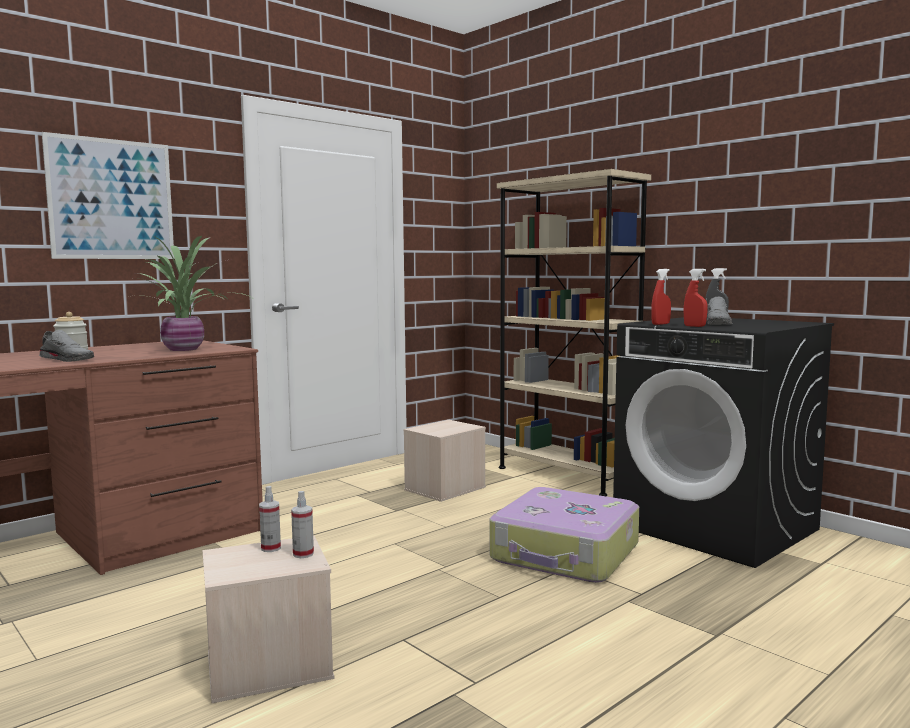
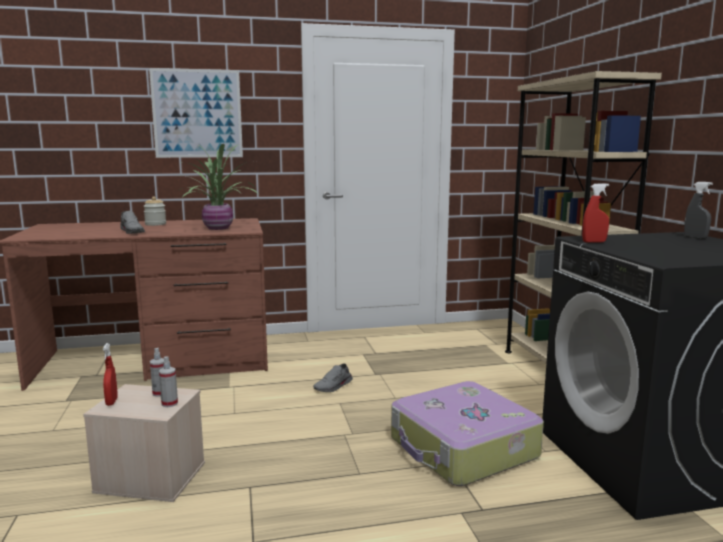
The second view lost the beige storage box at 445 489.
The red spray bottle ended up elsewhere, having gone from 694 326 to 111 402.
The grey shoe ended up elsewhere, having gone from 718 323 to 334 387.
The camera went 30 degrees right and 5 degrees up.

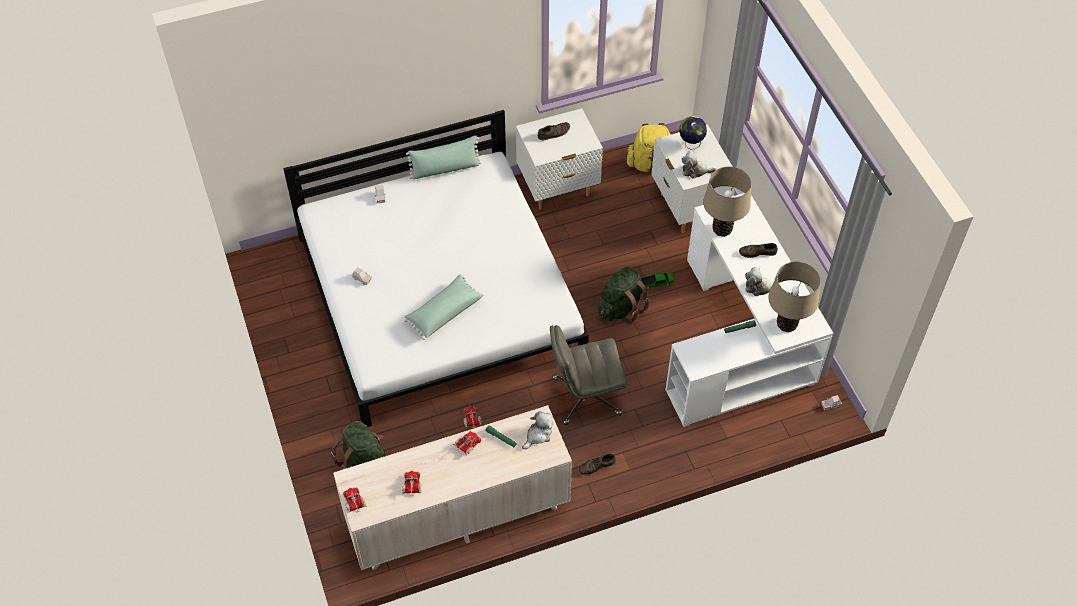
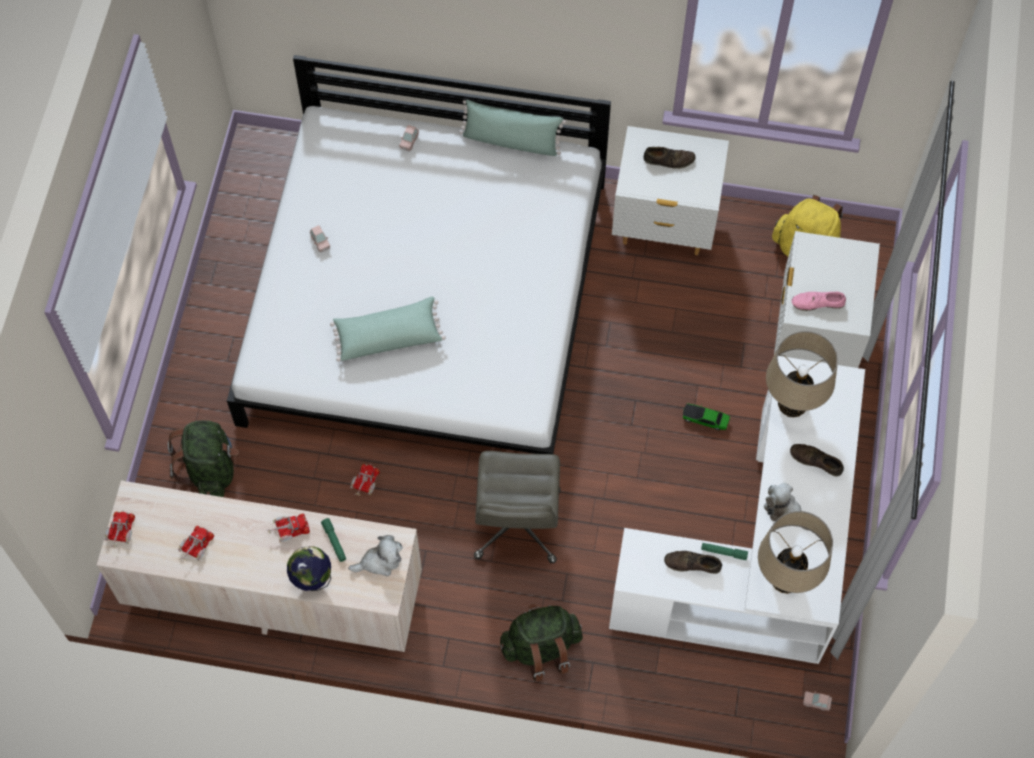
The grey office chair at 585 396 ended up facing another way, 105 degrees counterclockwise from before.
The brown shoe ended up elsewhere, having gone from 596 466 to 692 564.
The green backpack ended up elsewhere, having gone from 621 308 to 541 647.
The globe ended up elsewhere, having gone from 691 144 to 312 580.
Where the plush toy stood at 695 171, the pink shoe came to stand at 817 303.
The camera went 30 degrees right and 10 degrees up.

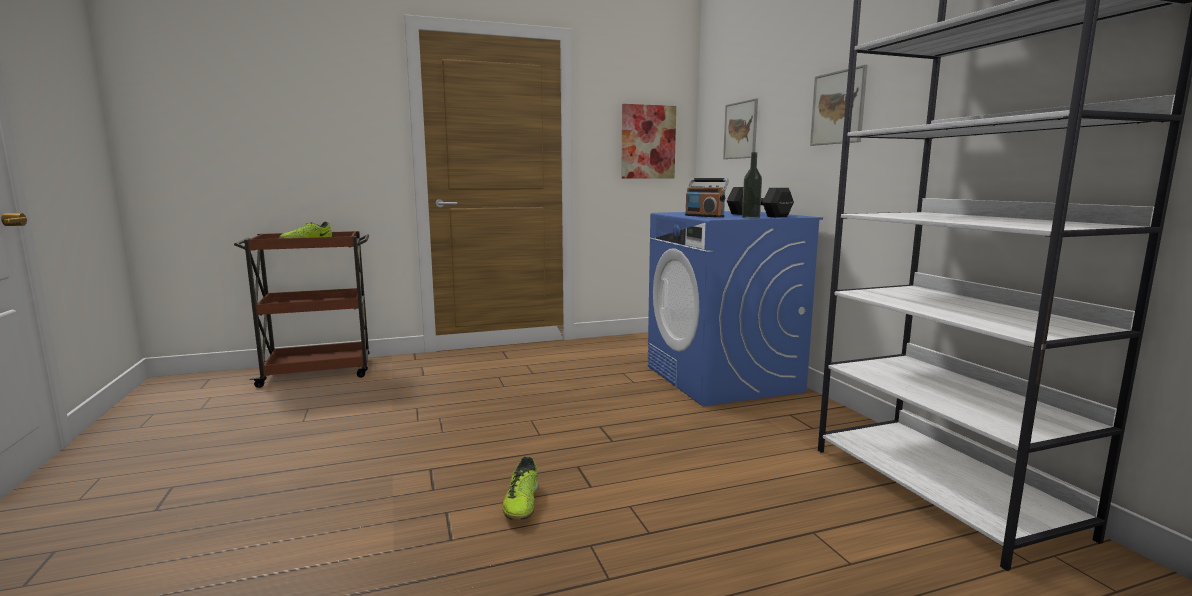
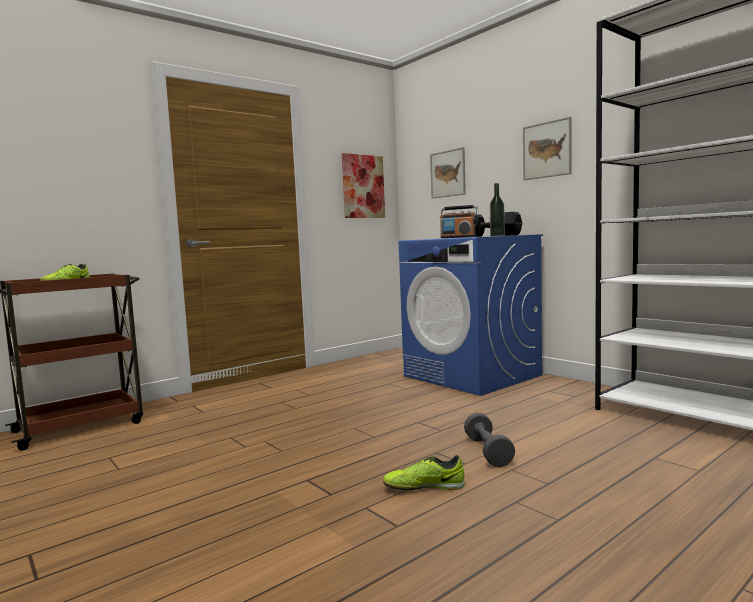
The shoe at 521 503 ended up facing another way, 105 degrees clockwise from before.
The second view gained the grey dumbbell at 488 452.
The camera went 20 degrees left and 5 degrees down.

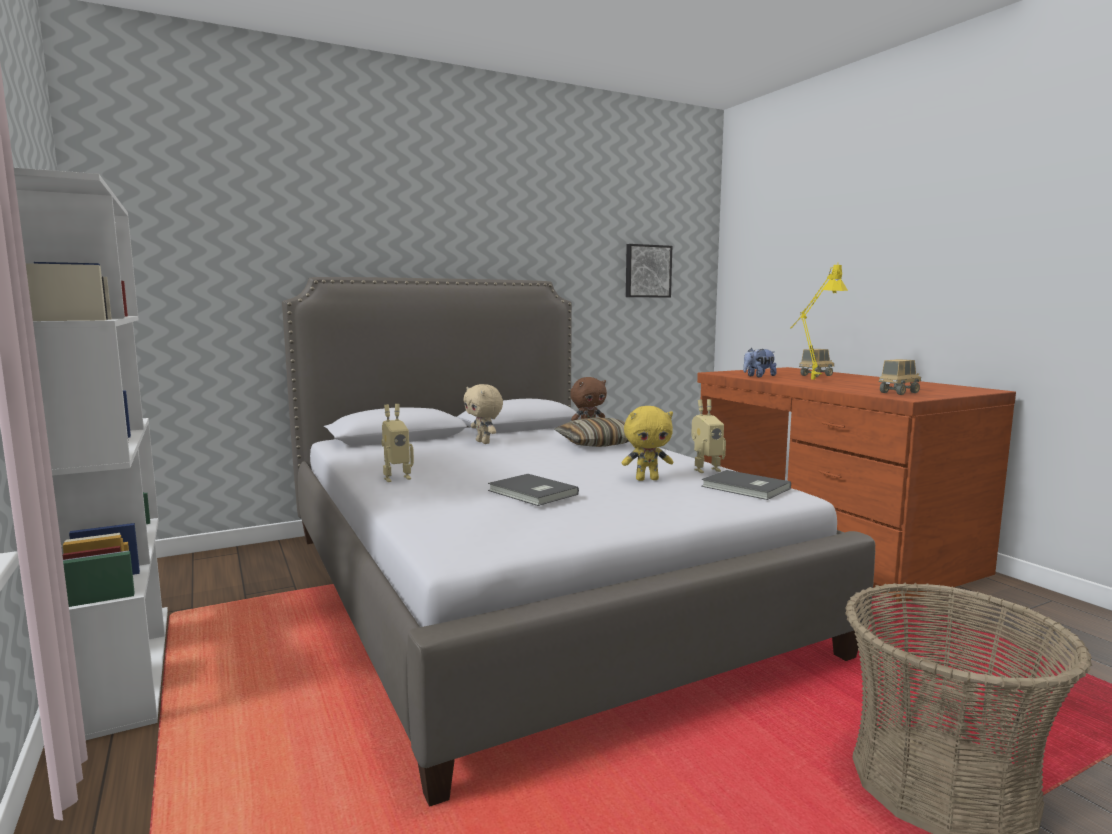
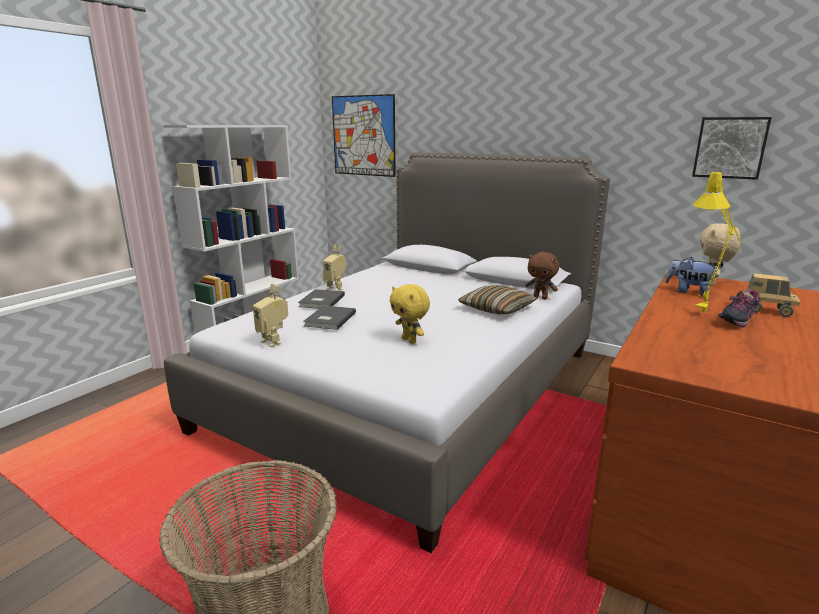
The beige plush toy ended up elsewhere, having gone from 484 442 to 711 283.
The toy robot ended up elsewhere, having gone from 705 469 to 274 341.
The grey book ended up elsewhere, having gone from 745 488 to 320 301.
The second view lost the toy truck at 899 393.
The second view gained the picture at 363 136.
The second view gained the shoe at 735 321.
The camera went 60 degrees right and 10 degrees up.

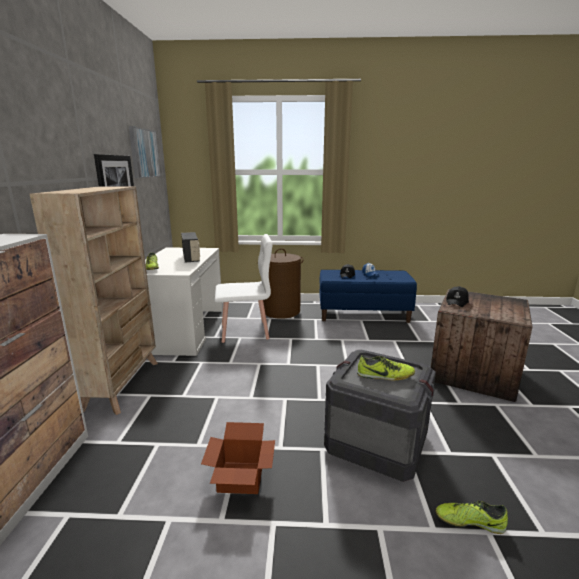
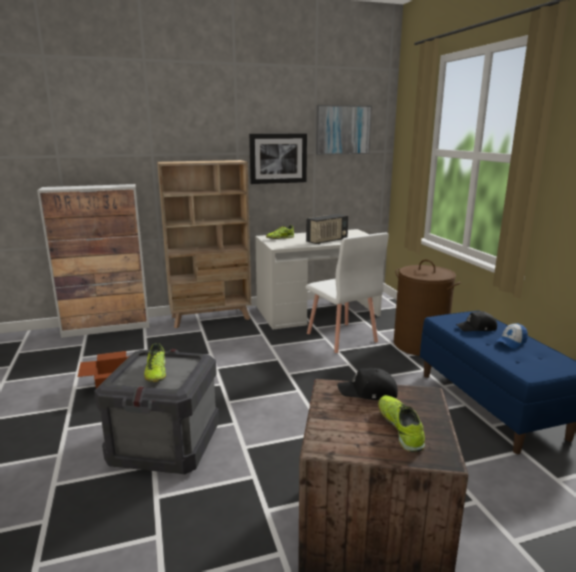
The shoe ended up elsewhere, having gone from 469 522 to 400 428.
The camera went 70 degrees right and 0 degrees up.

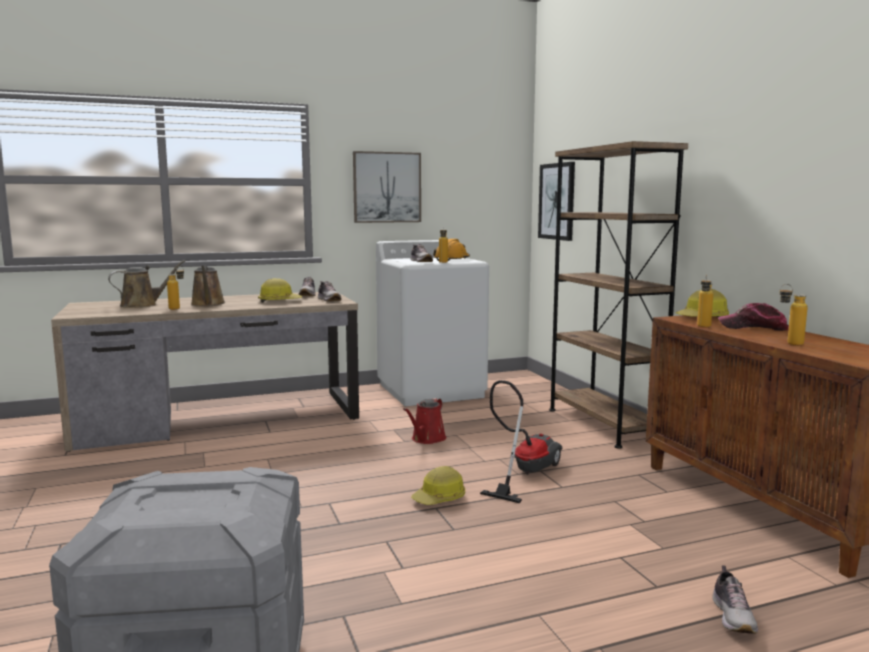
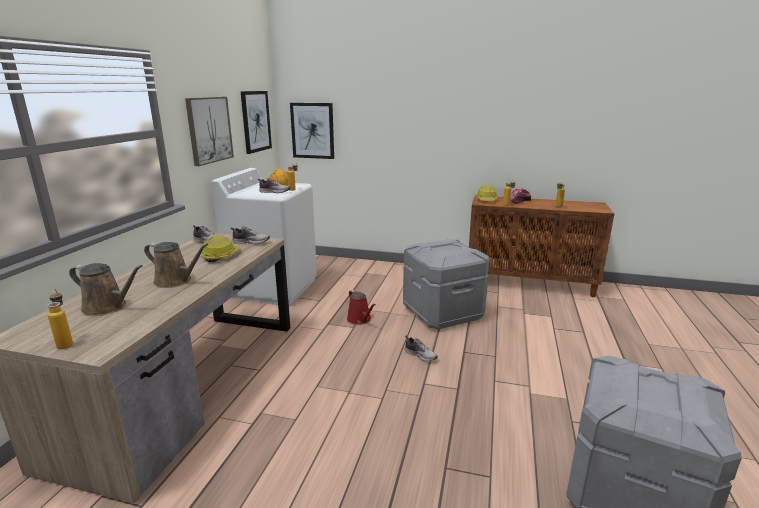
The brown watering can at 142 305 ended up facing another way, 105 degrees clockwise from before.
The bottle ended up elsewhere, having gone from 178 308 to 66 343.
The second view lost the hard hat at 440 498.
Where the vacuum cleaner stood at 524 472, the grey storage box came to stand at 442 312.
The second view lost the brown bookcase at 603 424.
The shoe ended up elsewhere, having gone from 734 617 to 420 355.
The second view gained the picture at 255 121.
The camera went 55 degrees left and 10 degrees up.

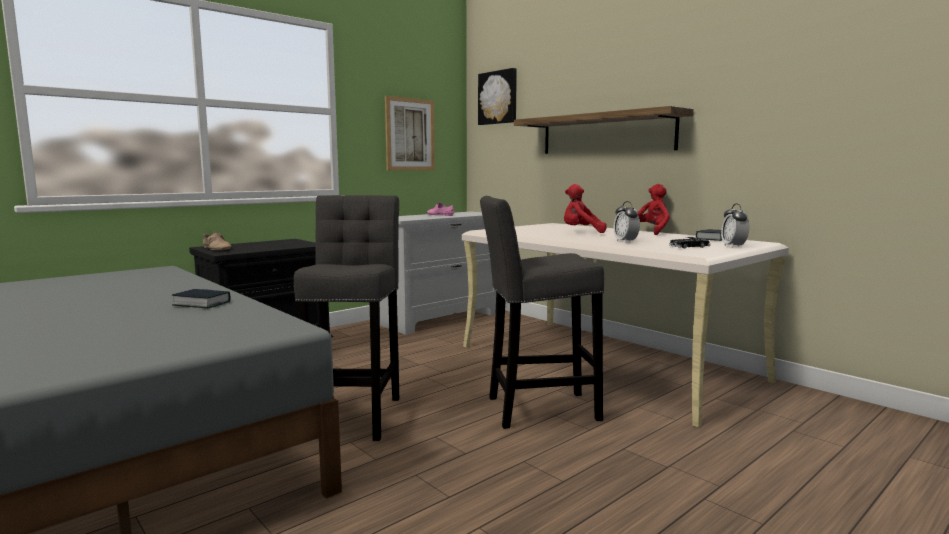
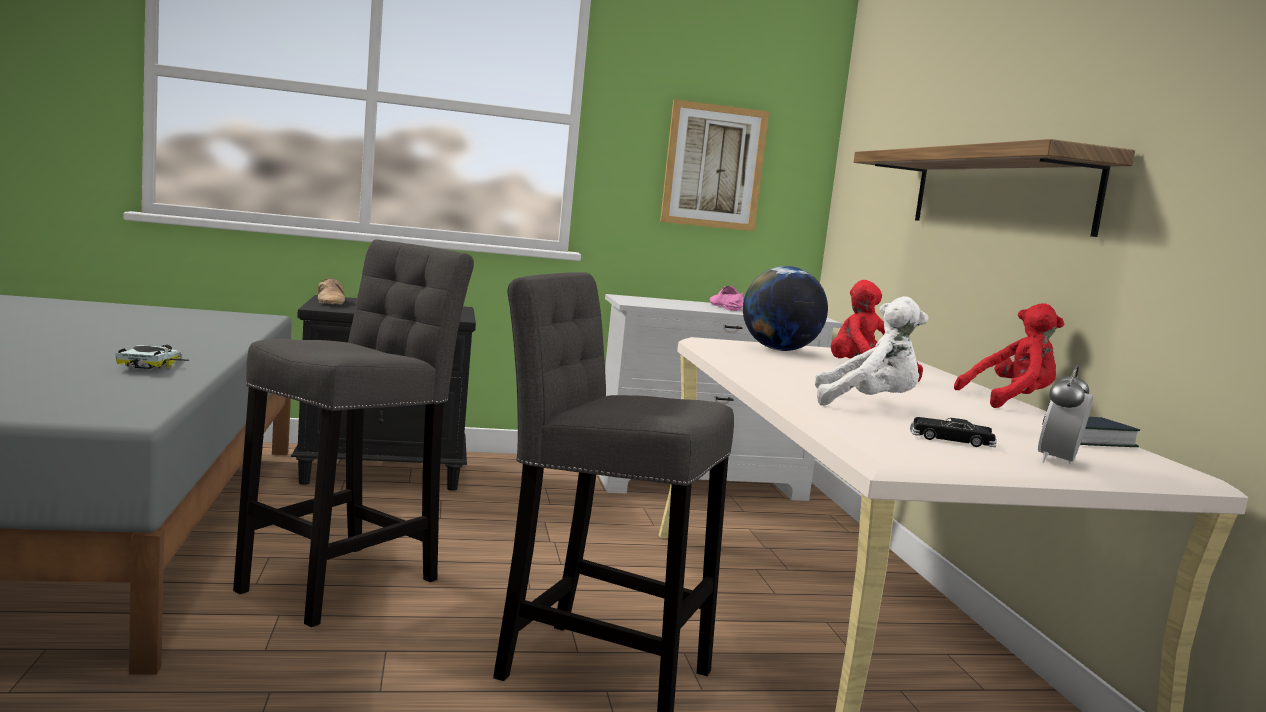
Where the book stood at 202 304, the toy car came to stand at 154 364.
The second view lost the picture at 498 97.
Where the alarm clock stood at 625 241, the white plush toy came to stand at 868 405.
The second view gained the globe at 779 350.
The camera went 30 degrees right and 0 degrees up.

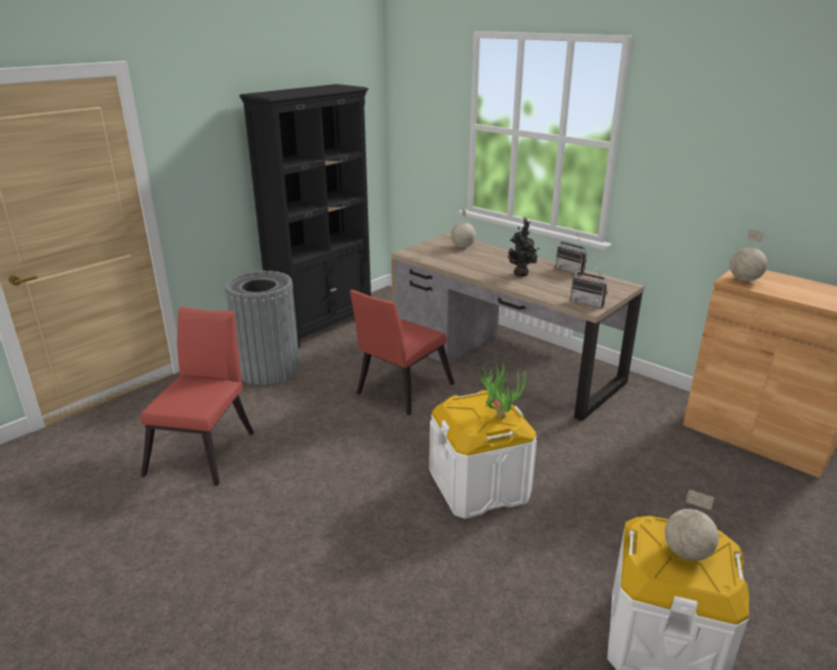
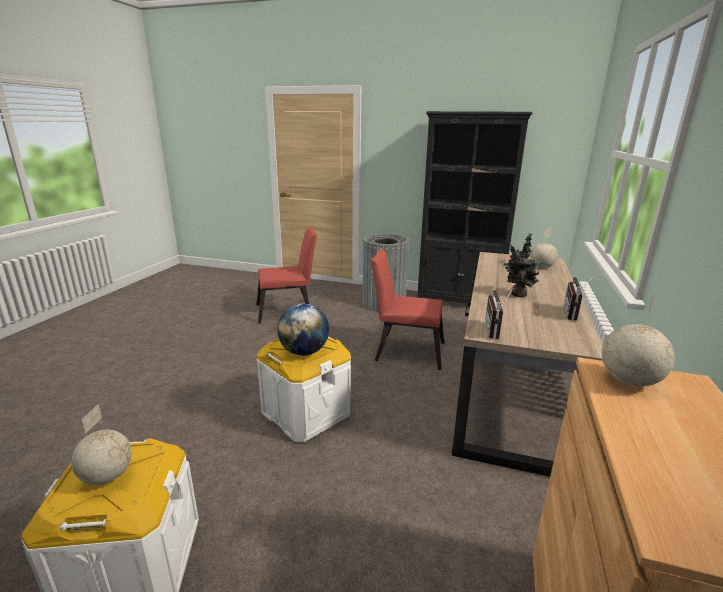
Where the potted plant stood at 500 414, the globe came to stand at 304 352.
The camera went 65 degrees right and 5 degrees down.

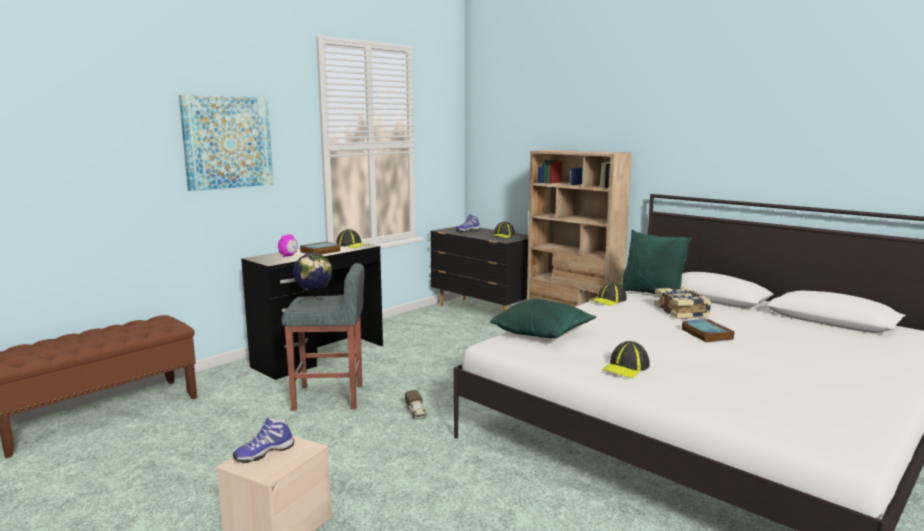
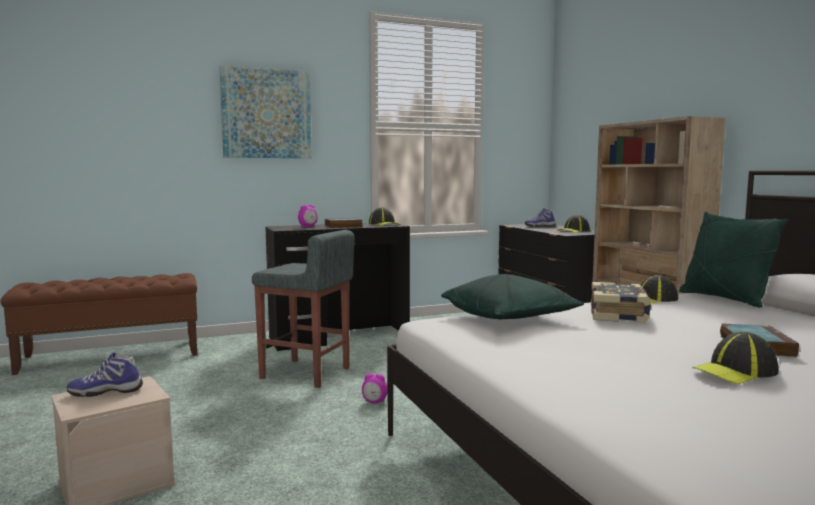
The second view lost the globe at 314 300.
Where the toy truck stood at 416 412, the alarm clock came to stand at 374 402.
The cap ended up elsewhere, having gone from 626 367 to 735 371.
The book ended up elsewhere, having gone from 682 311 to 619 315.
The camera went 25 degrees right and 5 degrees down.

